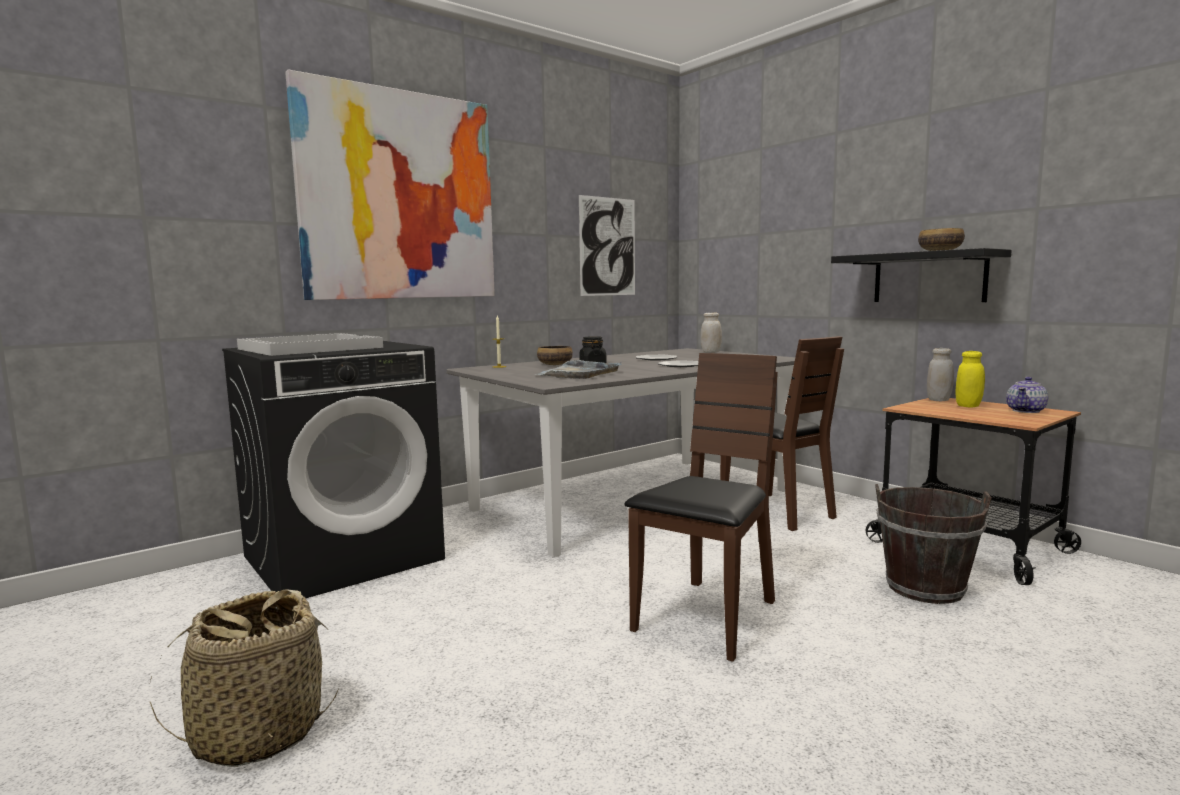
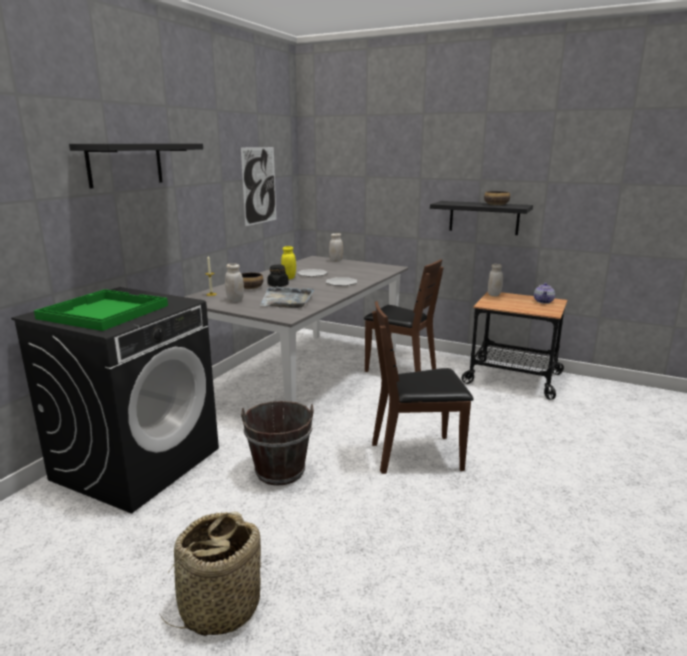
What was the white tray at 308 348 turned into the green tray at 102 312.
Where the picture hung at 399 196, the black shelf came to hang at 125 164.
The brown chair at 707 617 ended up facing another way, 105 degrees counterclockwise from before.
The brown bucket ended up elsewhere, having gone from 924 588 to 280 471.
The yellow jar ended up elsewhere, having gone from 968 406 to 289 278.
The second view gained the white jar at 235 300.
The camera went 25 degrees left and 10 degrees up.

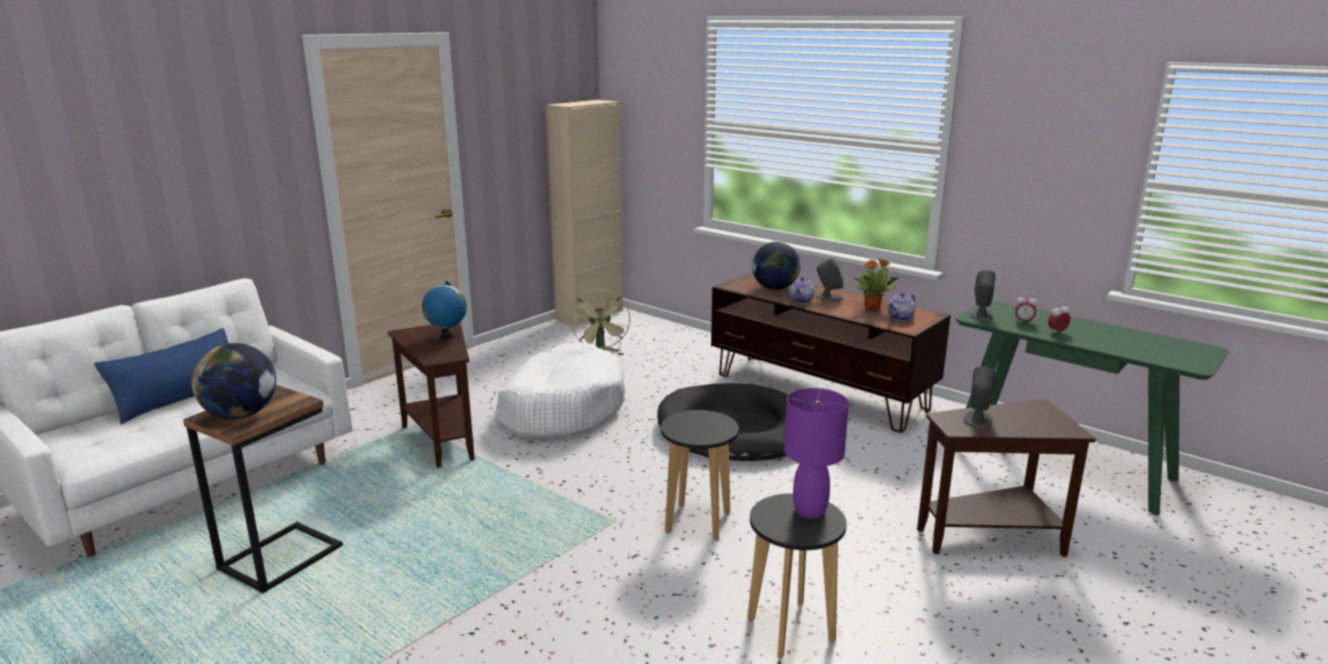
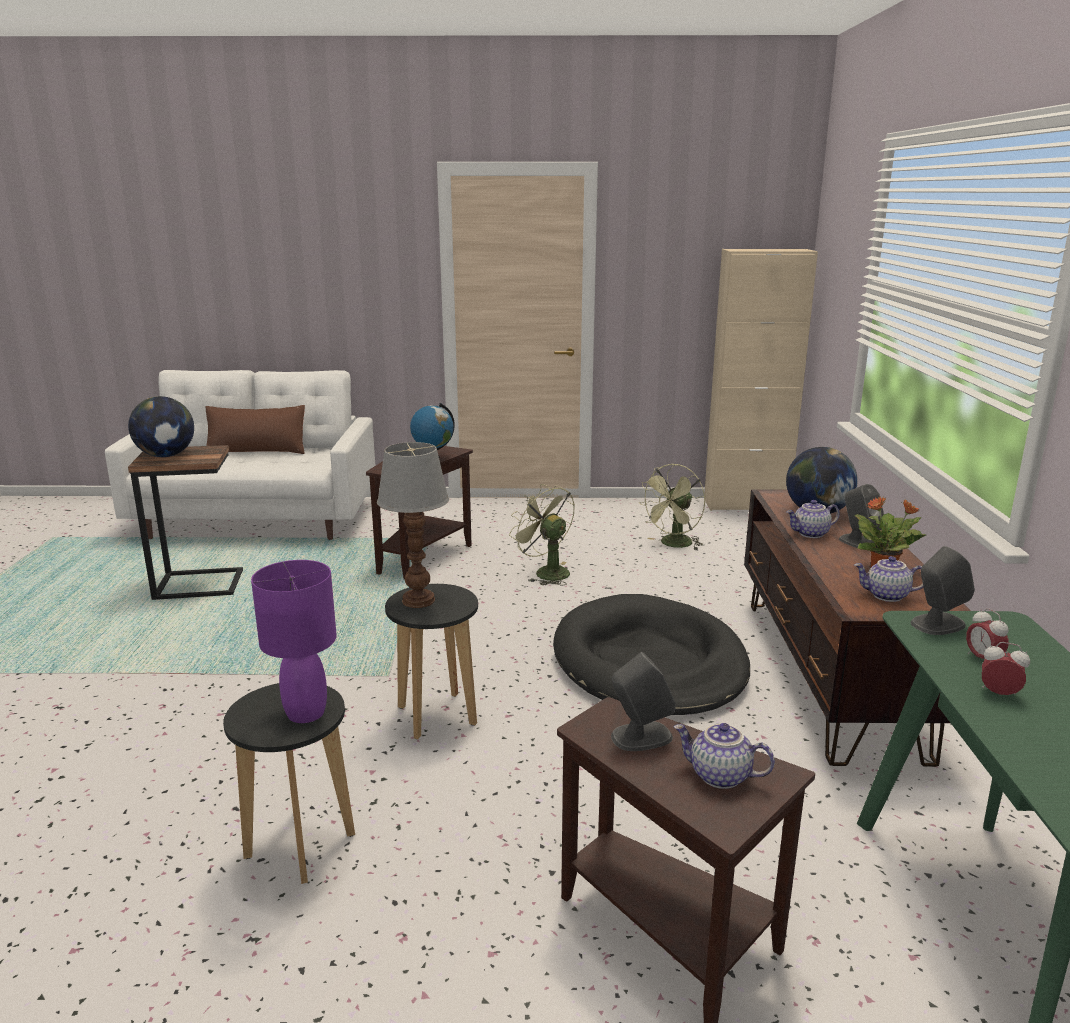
What was the blue pillow at 180 399 turned into the brown pillow at 257 451.
Where the white dog bed stood at 562 408, the green fan came to stand at 546 572.
The second view gained the table lamp at 418 601.
The second view gained the teapot at 719 776.
The camera went 50 degrees right and 0 degrees up.

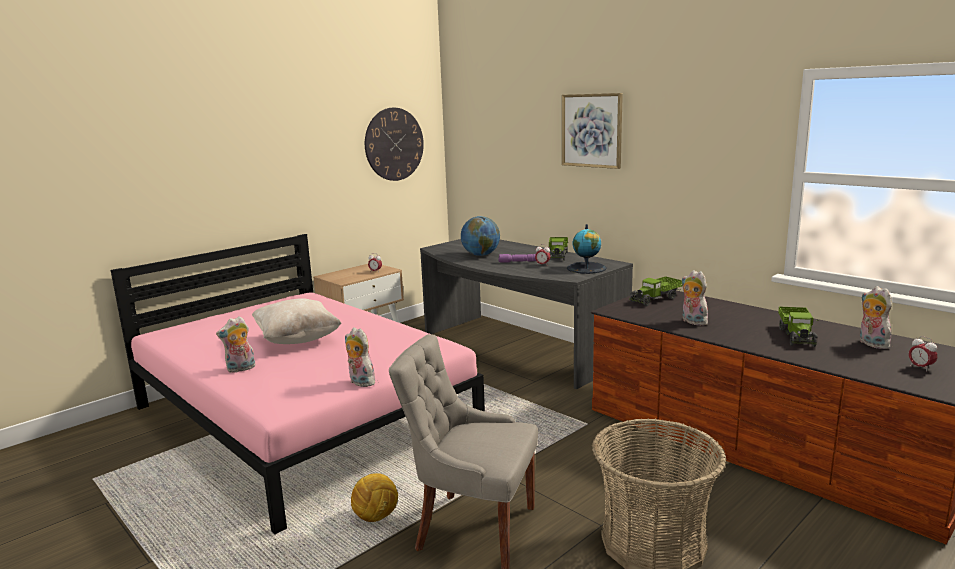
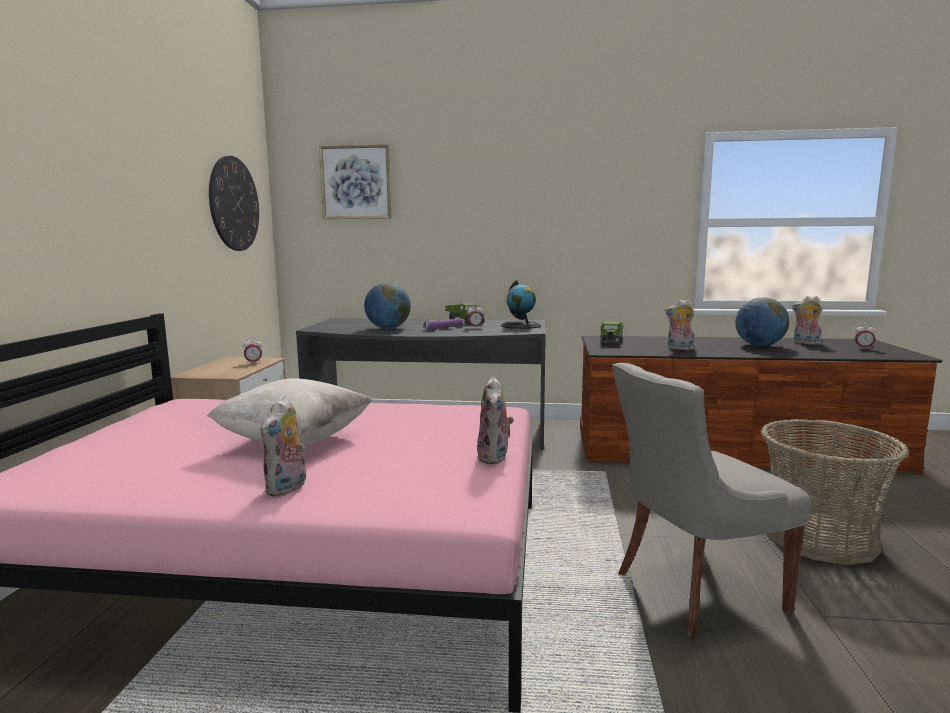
The plush toy at 360 382 ended up facing another way, 90 degrees counterclockwise from before.
The second view lost the football at 376 517.
The picture ended up elsewhere, having gone from 591 130 to 356 182.
Where the toy truck stood at 797 335, the globe came to stand at 759 345.
The camera went 40 degrees left and 5 degrees down.

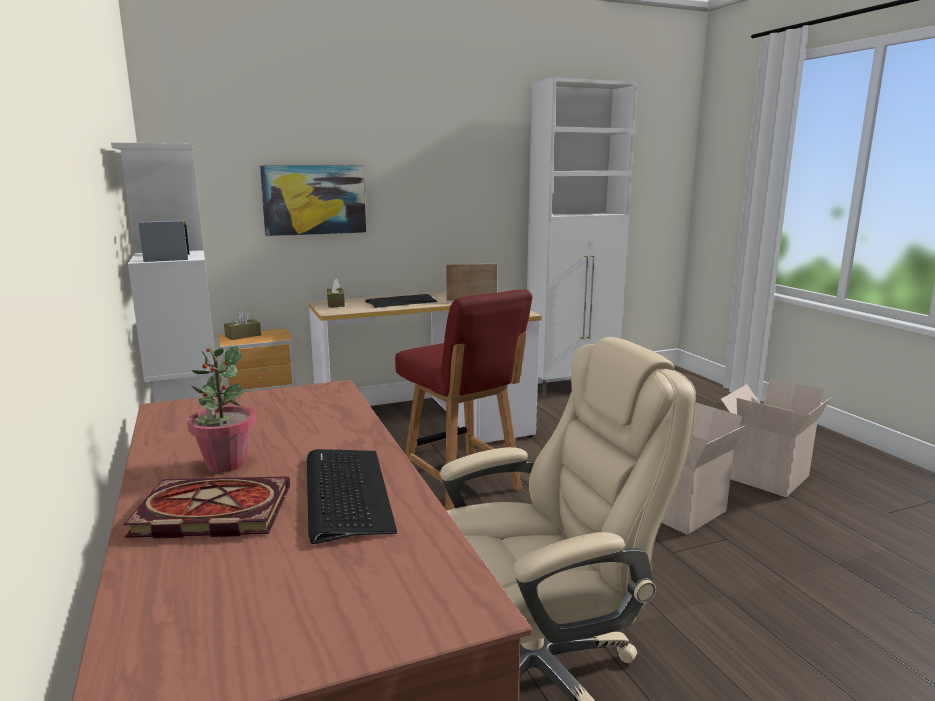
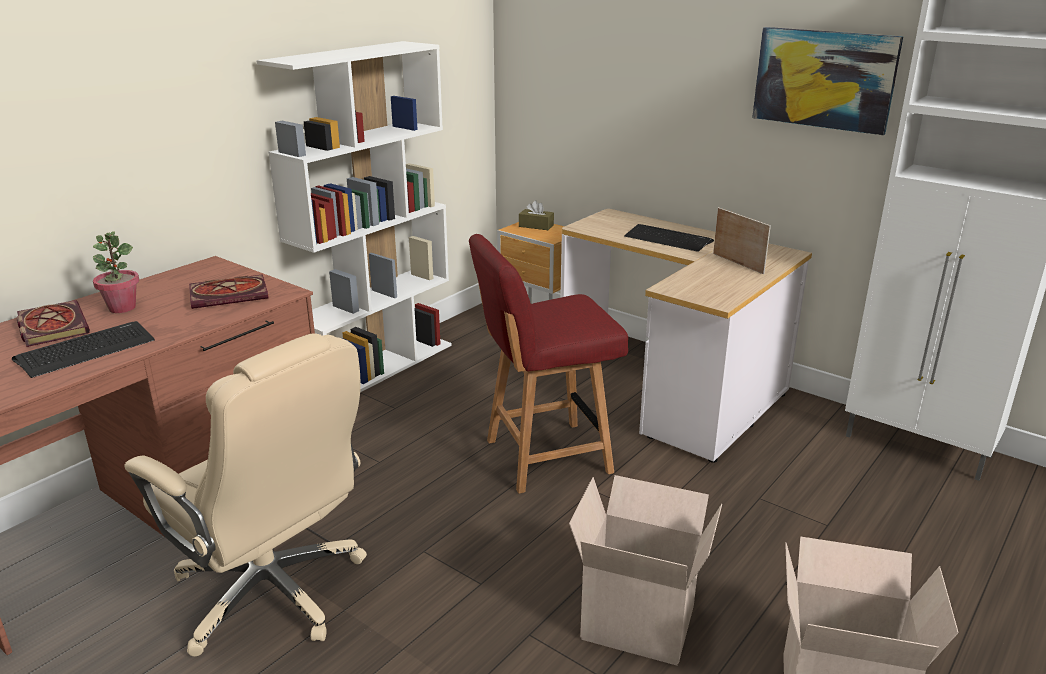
The picture ended up elsewhere, having gone from 314 200 to 824 79.
The second view lost the brown tissue box at 336 304.
The red chair at 462 485 ended up facing another way, 45 degrees clockwise from before.
The second view gained the book at 231 294.
The camera went 60 degrees right and 10 degrees up.

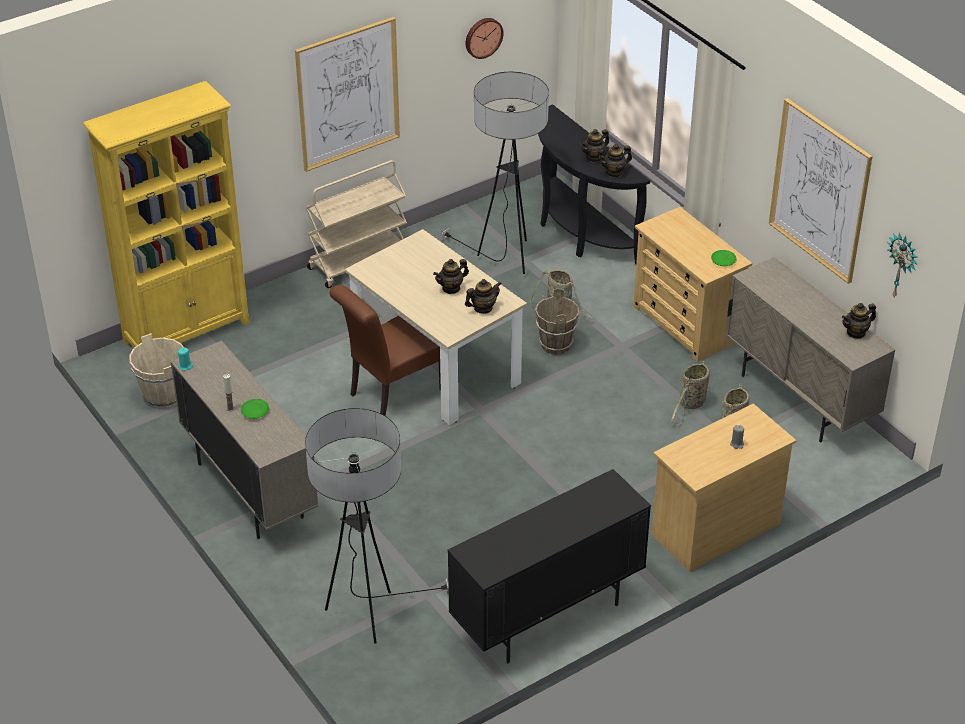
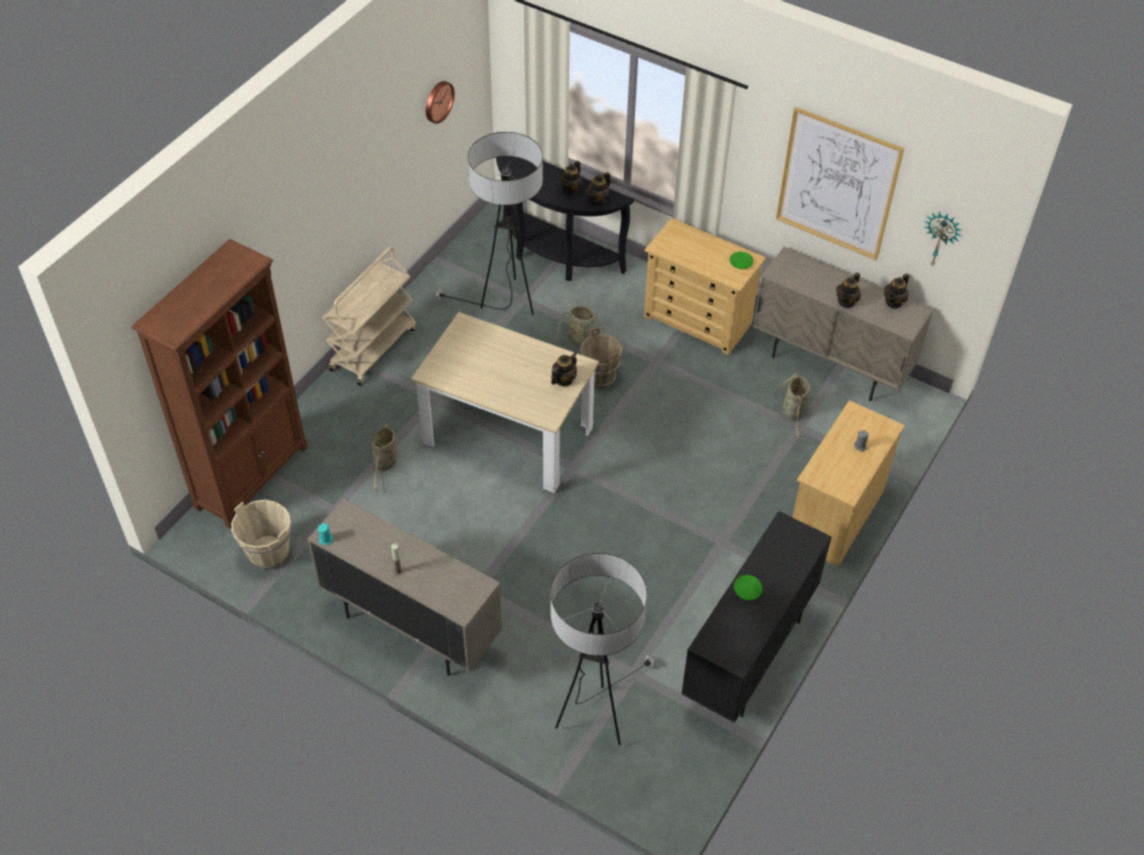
What was the yellow bookcase at 187 331 turned into the brown bookcase at 252 476.
The green plate ended up elsewhere, having gone from 255 411 to 747 589.
The second view lost the picture at 348 94.
The second view lost the brown chair at 392 394.
The teapot ended up elsewhere, having gone from 451 288 to 846 301.
The basket ended up elsewhere, having gone from 691 404 to 385 464.
The camera went 25 degrees left and 10 degrees up.

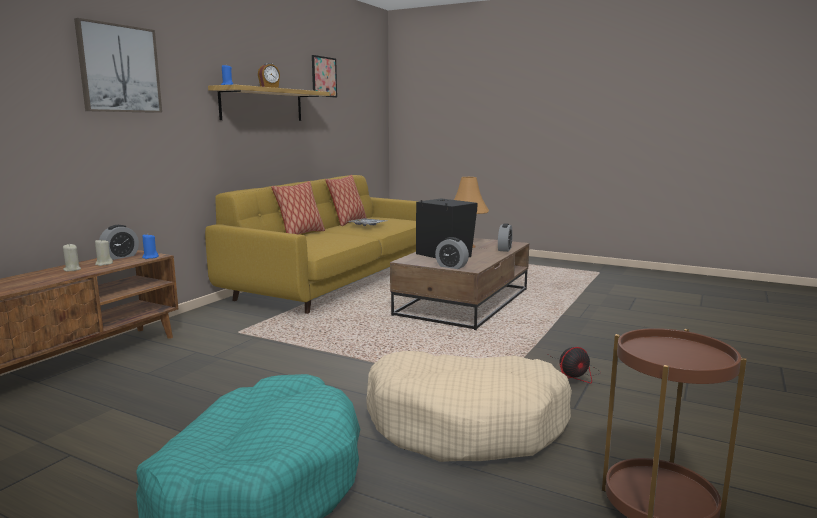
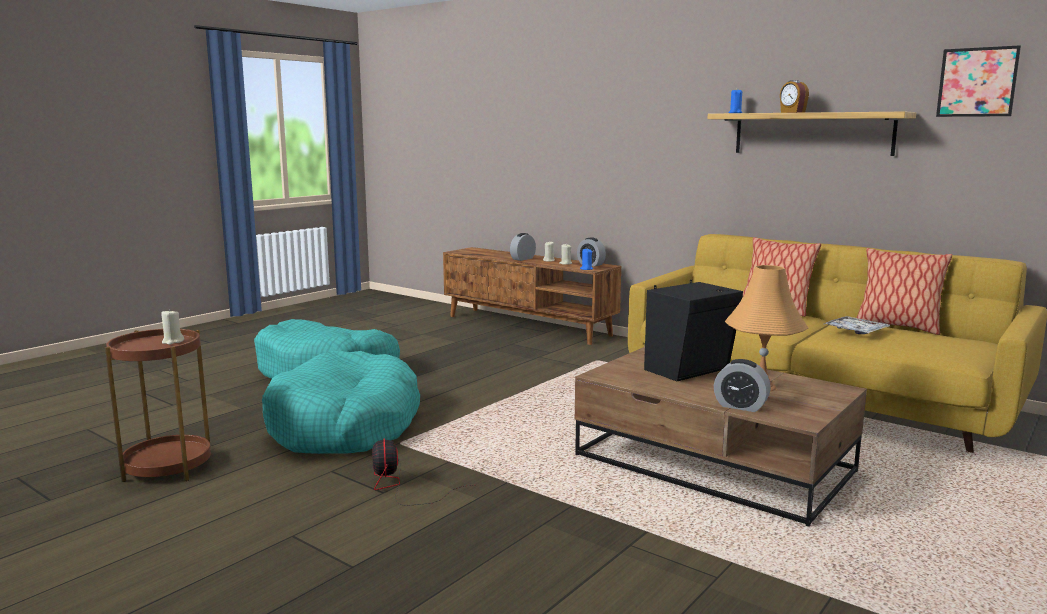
The second view lost the picture at 119 69.
What was the beige dog bed at 466 424 turned into the turquoise dog bed at 345 425.
The alarm clock ended up elsewhere, having gone from 451 266 to 523 259.
The second view gained the beige candle at 172 341.
The camera went 100 degrees right and 0 degrees up.

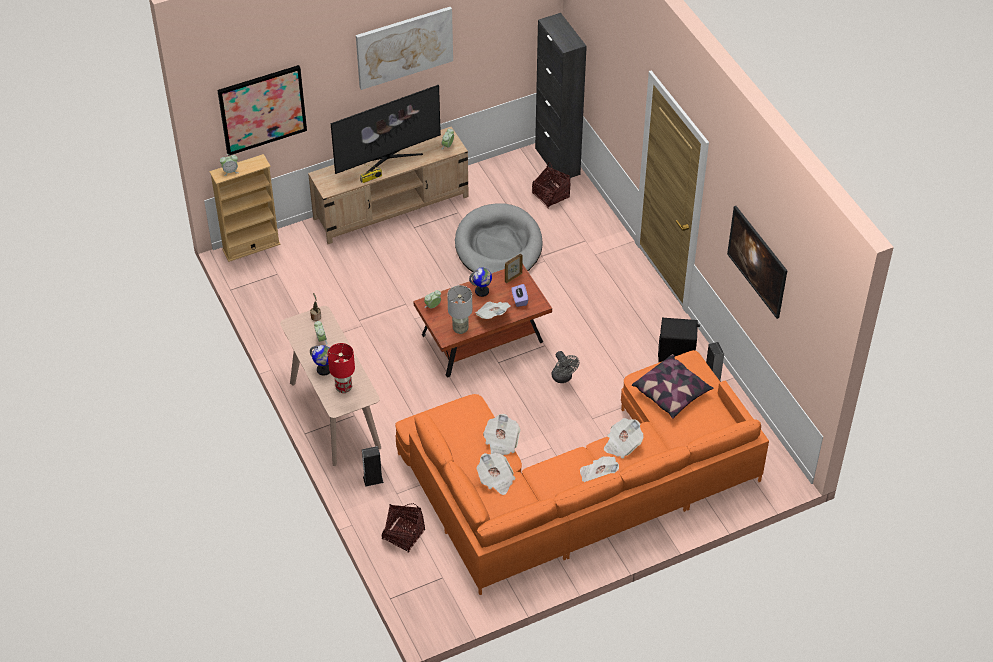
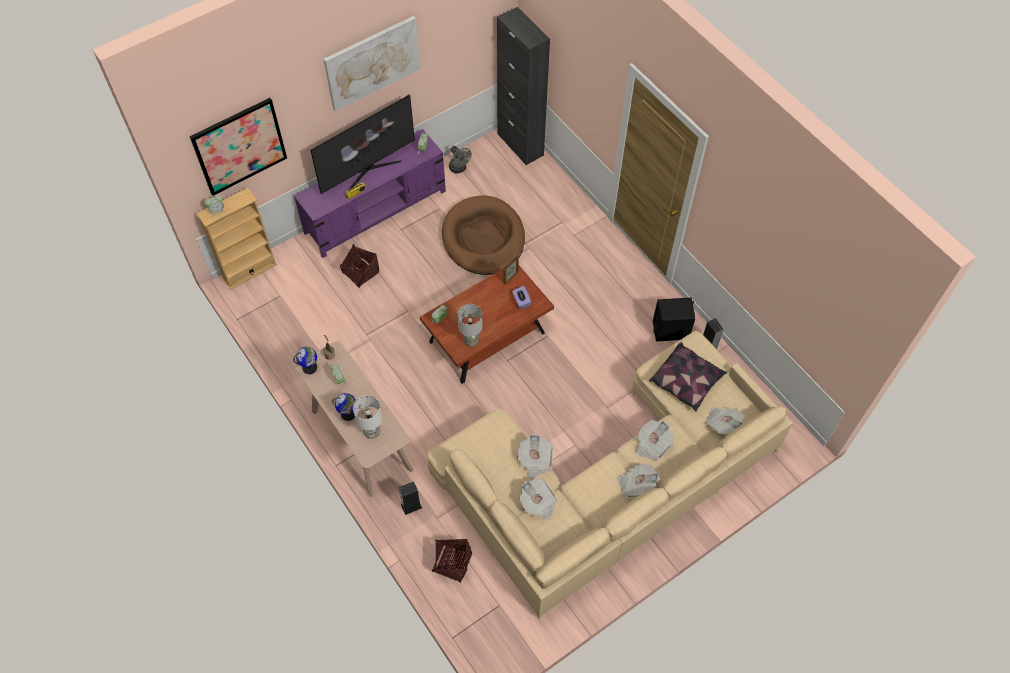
What was the beige tv stand at 391 207 turned into the purple tv stand at 376 211.
What was the red table lamp at 344 388 turned into the white table lamp at 372 432.
What was the orange sofa at 578 486 turned into the beige sofa at 609 482.
What was the grey dog bed at 498 246 turned into the brown dog bed at 483 238.
The globe ended up elsewhere, having gone from 482 291 to 310 368.
The newspaper ended up elsewhere, having gone from 492 315 to 722 423.
The basket ended up elsewhere, having gone from 551 195 to 361 272.
The grey fan ended up elsewhere, having gone from 563 378 to 459 169.
The second view lost the picture at 755 273.
The camera went 10 degrees left and 10 degrees up.

